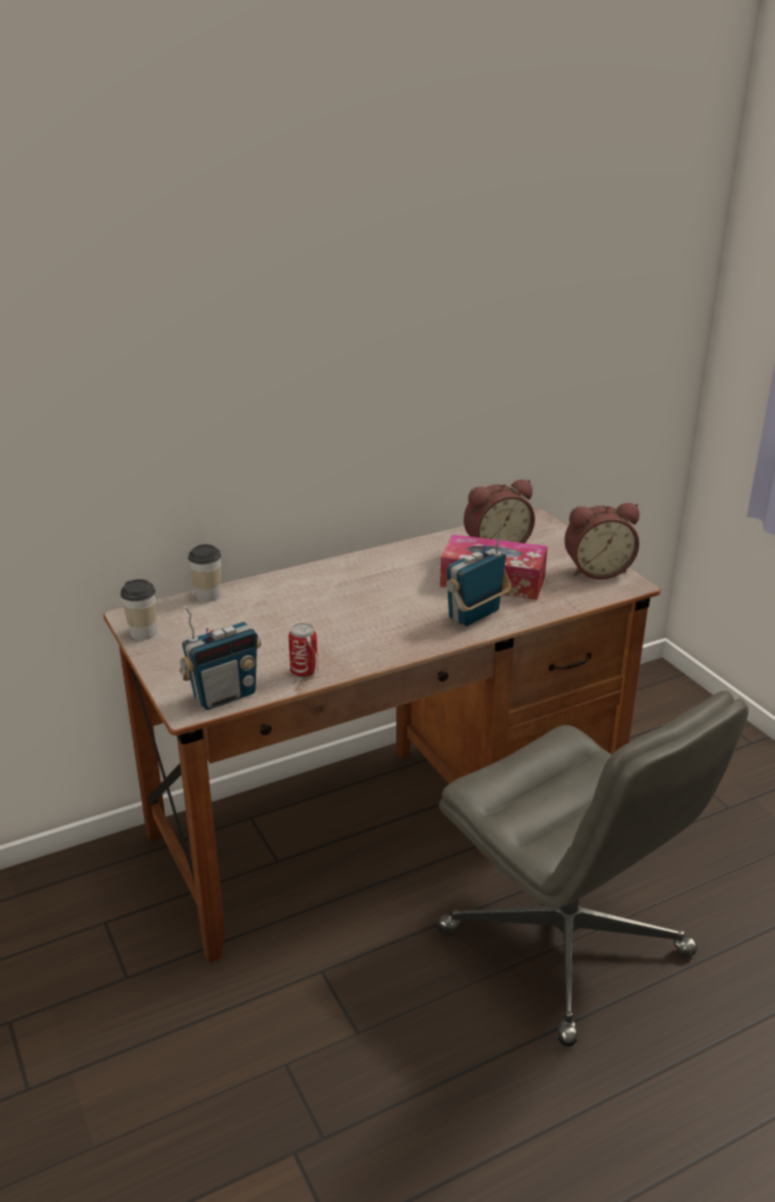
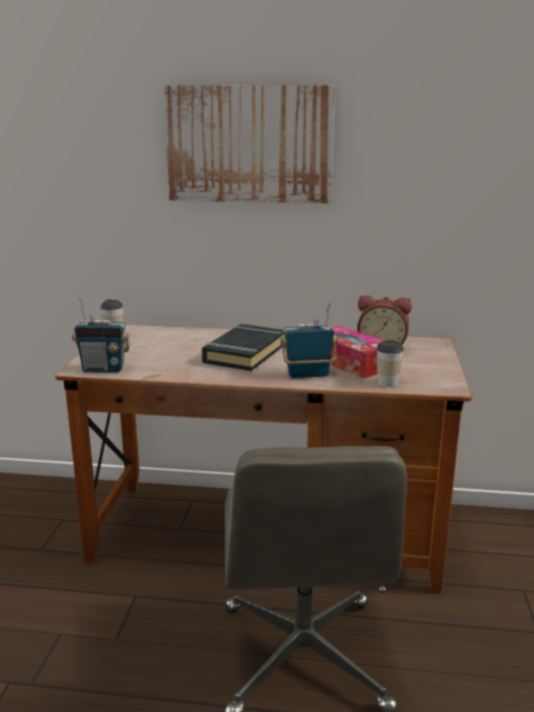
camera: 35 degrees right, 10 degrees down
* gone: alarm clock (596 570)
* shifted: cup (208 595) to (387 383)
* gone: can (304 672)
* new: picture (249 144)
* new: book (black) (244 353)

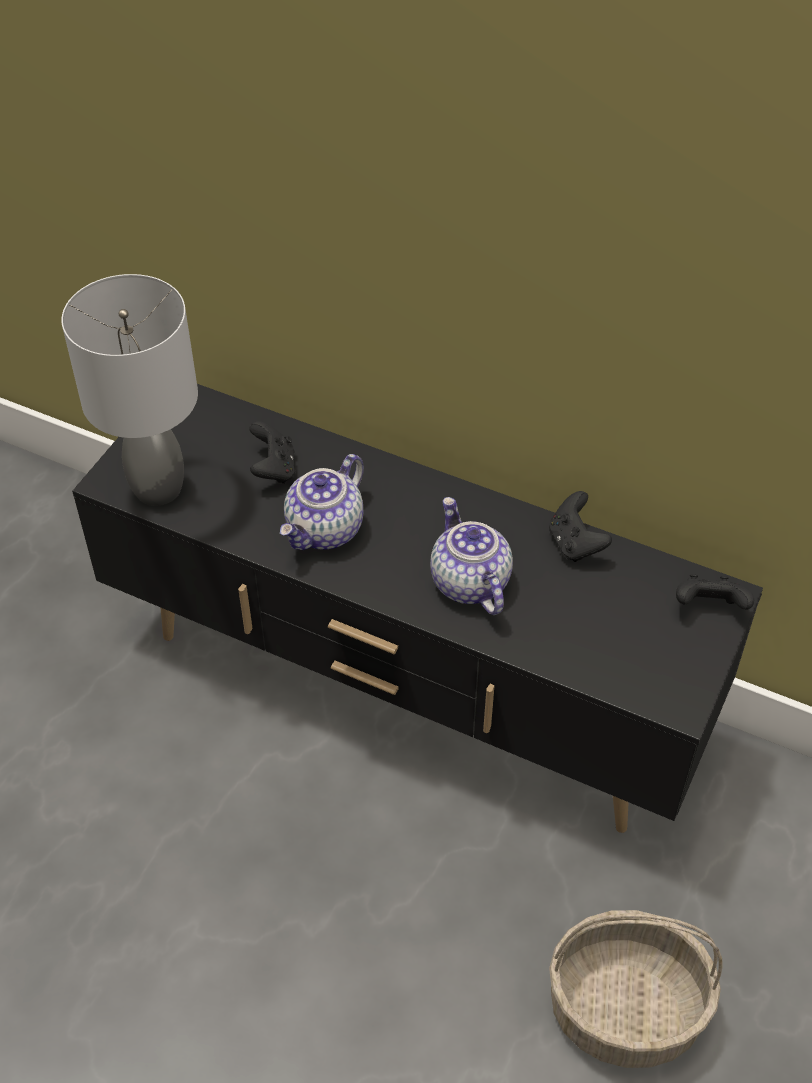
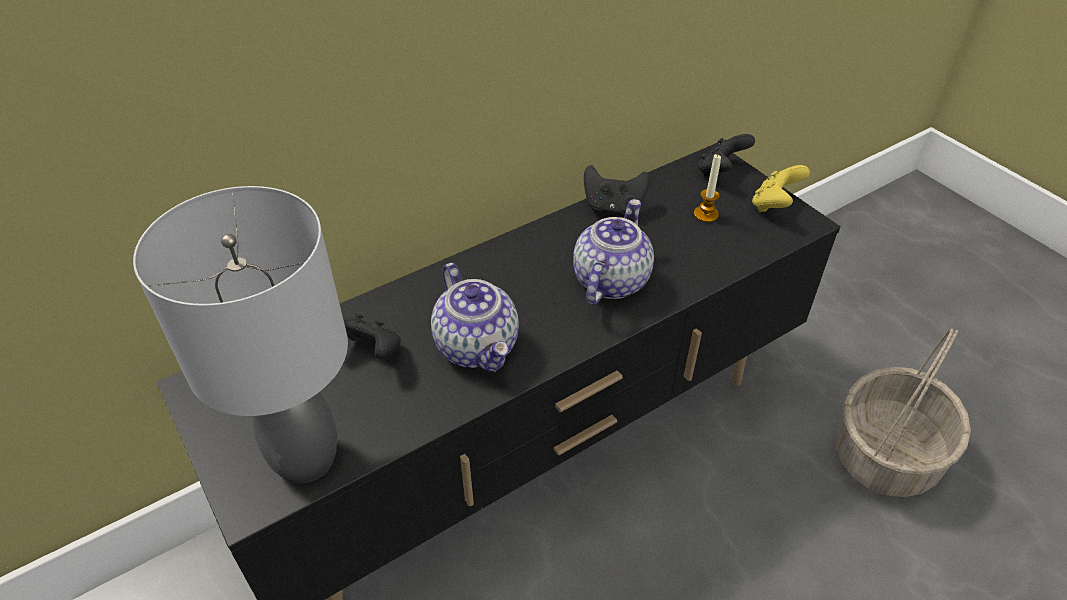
camera: 60 degrees left, 5 degrees down
* rotated: teapot (468 582) = (610 280) 105 degrees clockwise
* new: candle (706 214)
* new: game controller (yellow) (774 205)

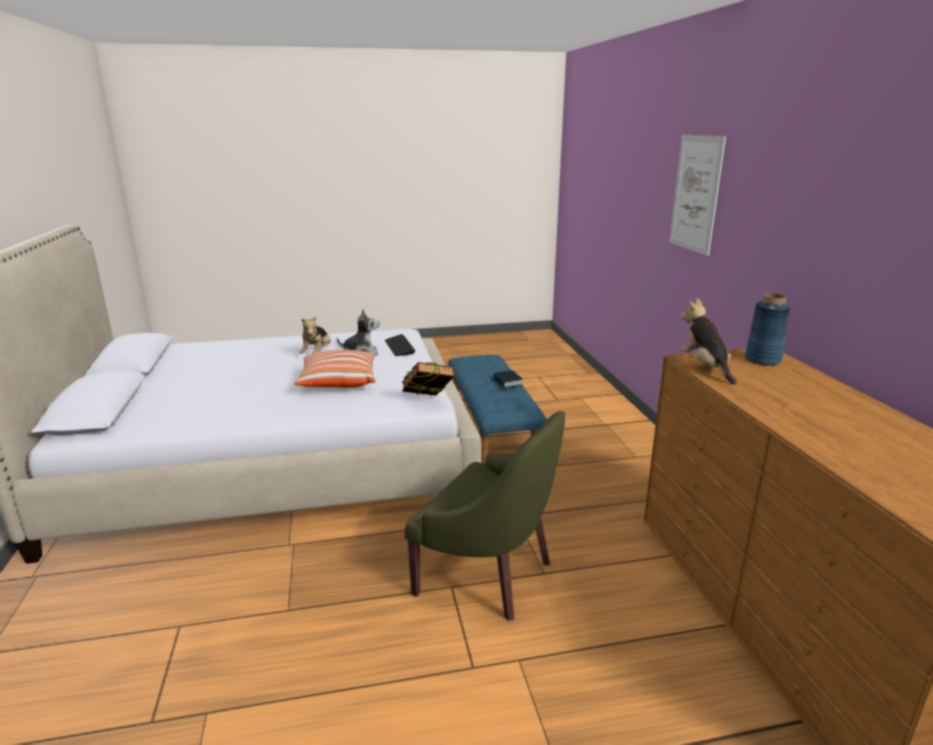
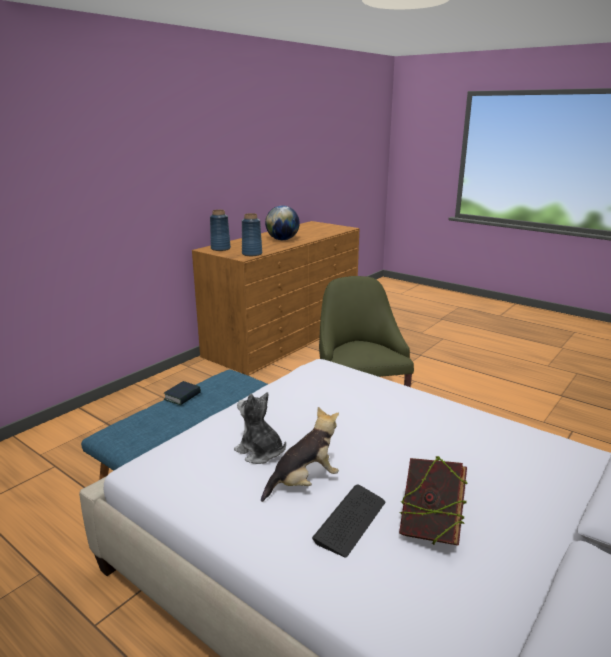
camera: 130 degrees left, 0 degrees up
* gone: picture (696 193)
* swapped: plush toy (705 367) to vase (blue) (252 254)
* shifted: keyboard (399 346) to (350 521)
* gone: pillow (338 382)
* shifted: book (428 402) to (430 529)
* new: globe (282 239)

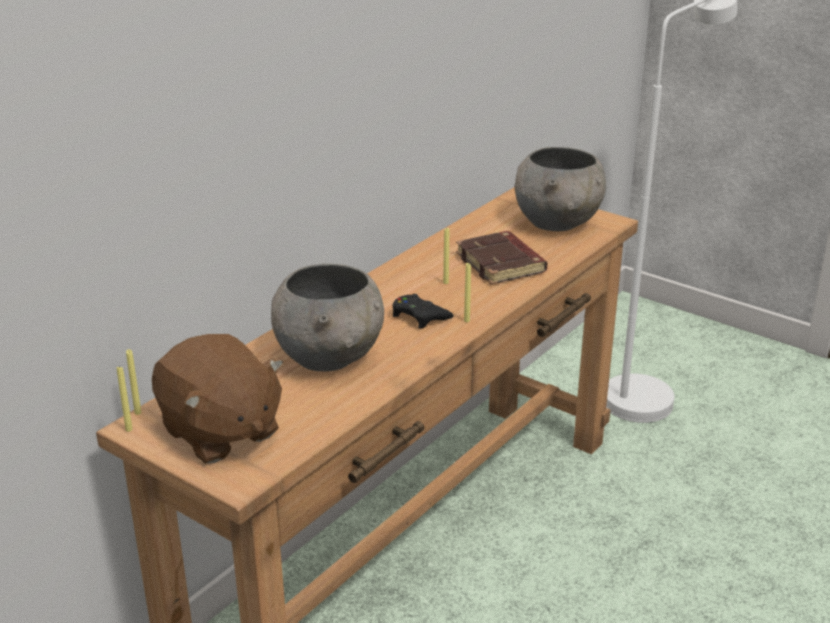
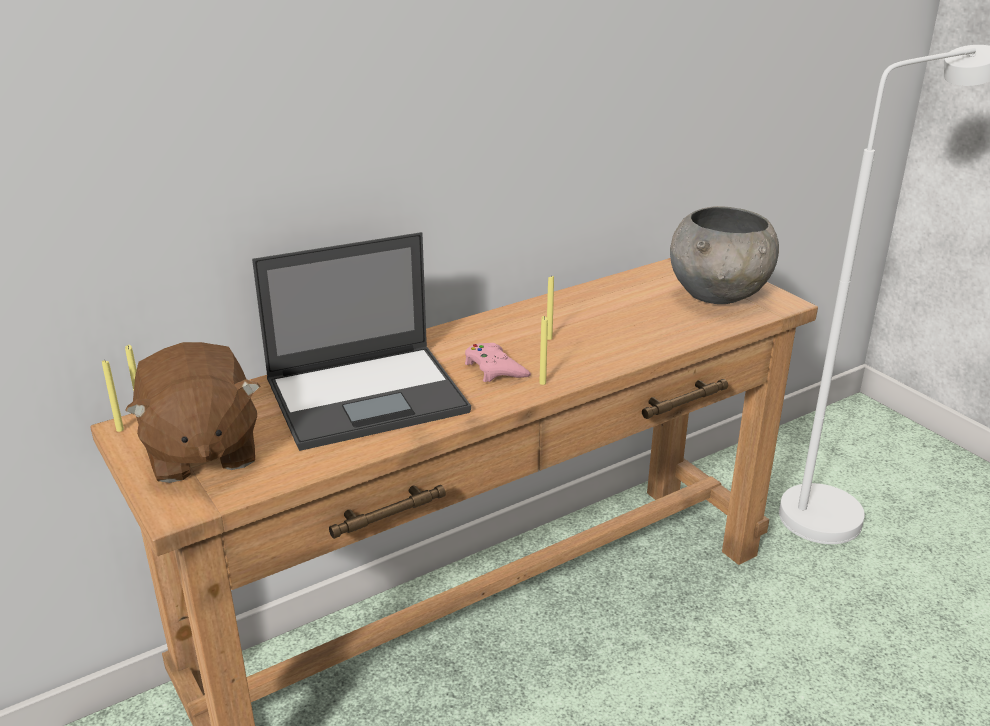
camera: 20 degrees right, 0 degrees up
* gone: book (brown) (502 264)
* swapped: bowl (grey) (330 358) to laptop (369 395)
* repainted: game controller (black) (419 316) to game controller (pink) (495 369)

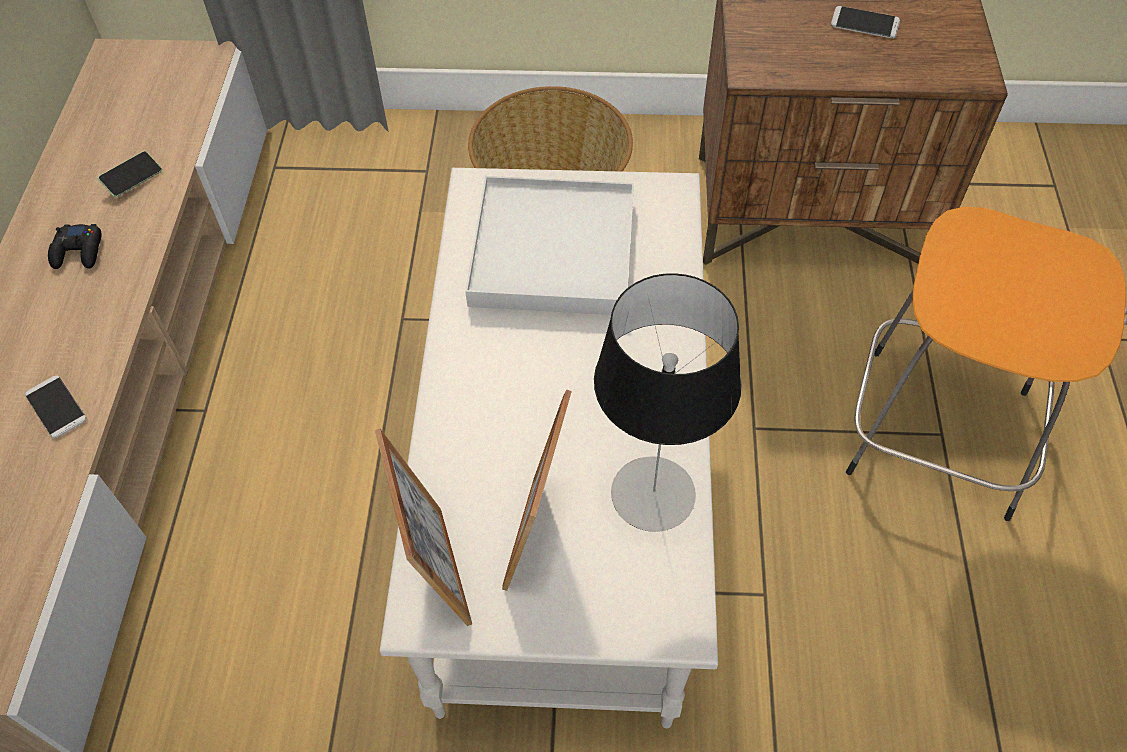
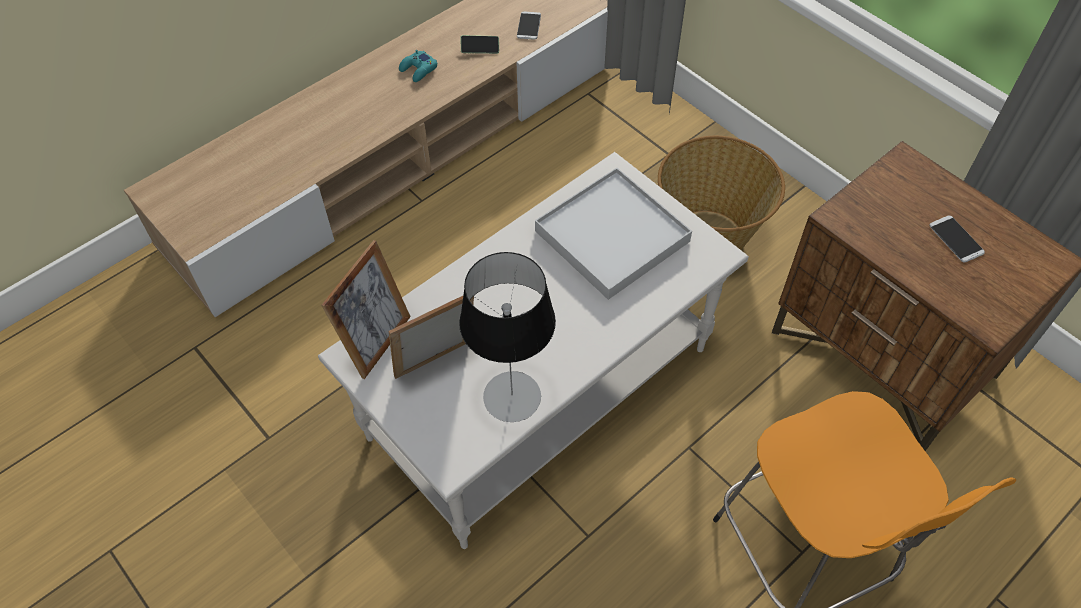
camera: 45 degrees right, 0 degrees up
* repainted: game controller (black) (79 252) to game controller (turquoise) (418 70)
* shifted: phone (56 407) to (529 26)

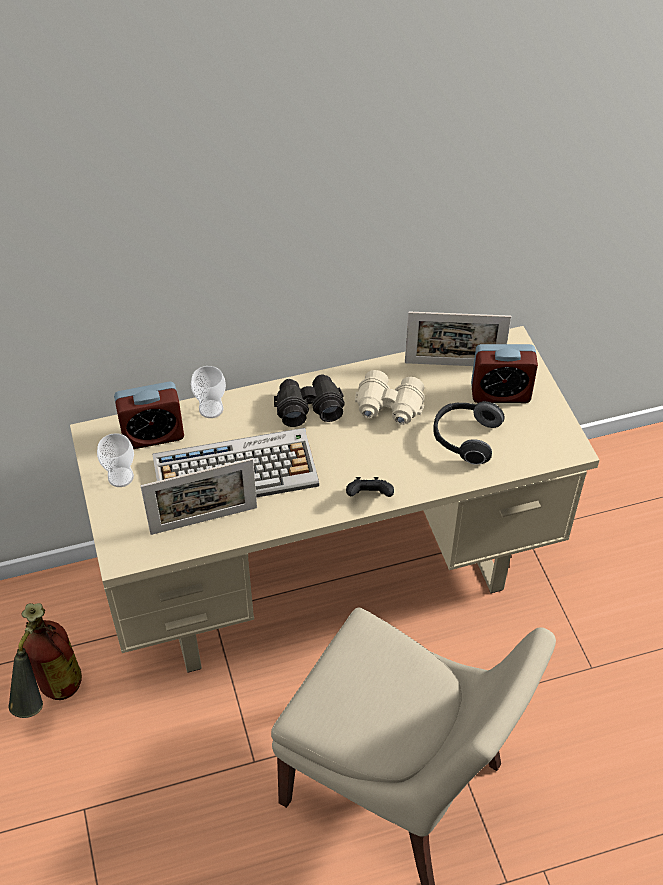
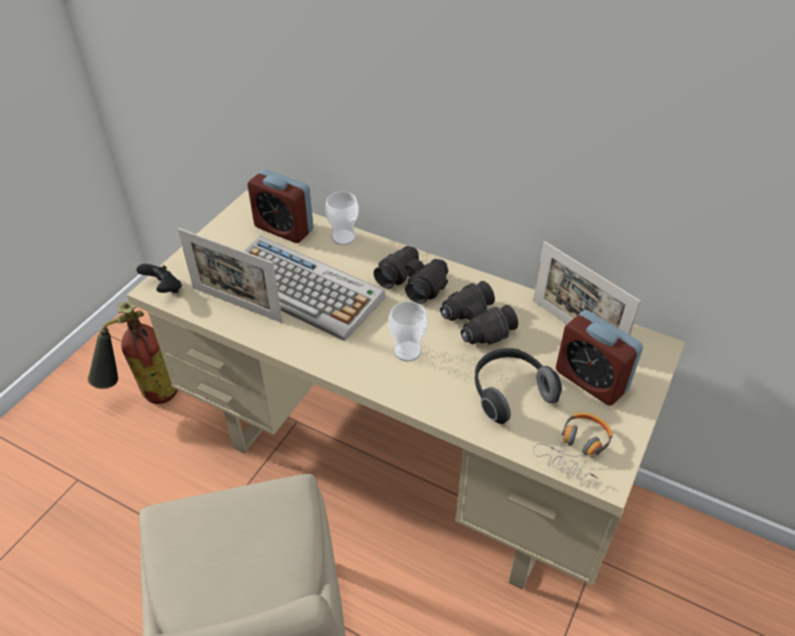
camera: 45 degrees right, 5 degrees down
* repainted: binoculars (beige) (389 408) to binoculars (black) (475 325)
* shifted: cup (120 477) to (407 351)
* shifted: game controller (black) (369 496) to (164 289)
* new: headphones (576 450)

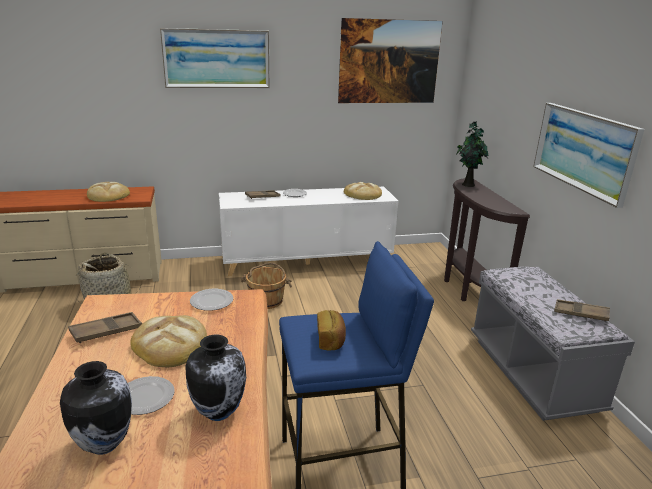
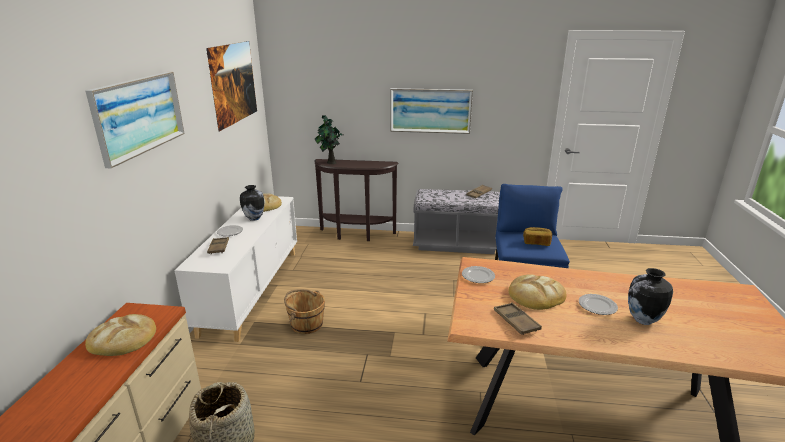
camera: 70 degrees left, 0 degrees up
* shifted: vase (219 412) to (254 218)

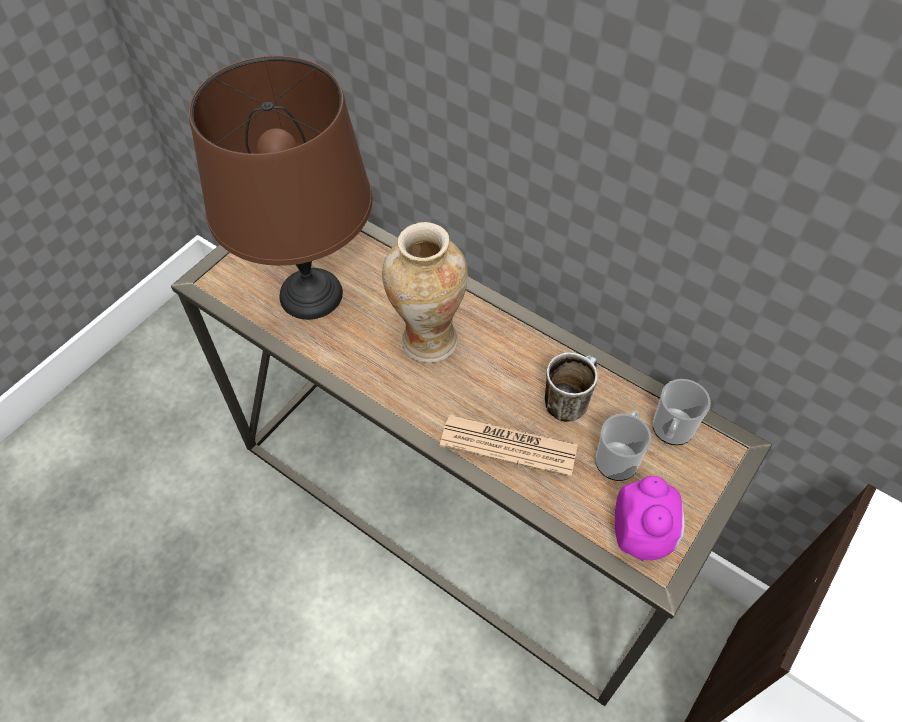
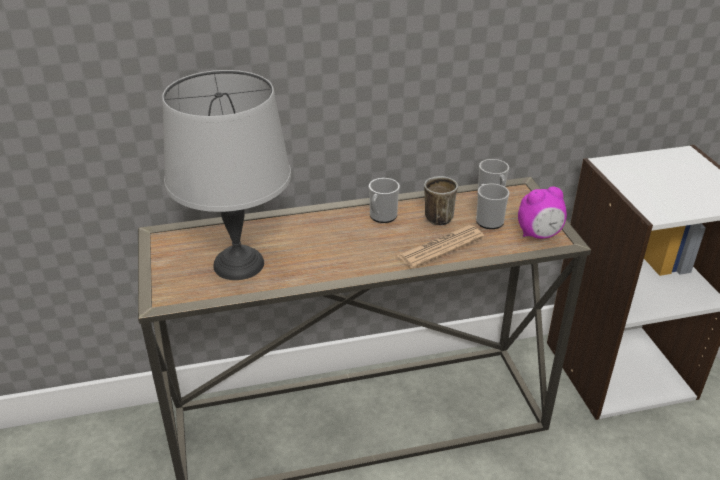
camera: 50 degrees left, 20 degrees down
* repainted: table lamp (brown) (312 293) to table lamp (grey) (238 263)
* gone: vase (428 339)
* rotated: alarm clock (641 535) = (539 235) 120 degrees clockwise
* new: mug (381 217)

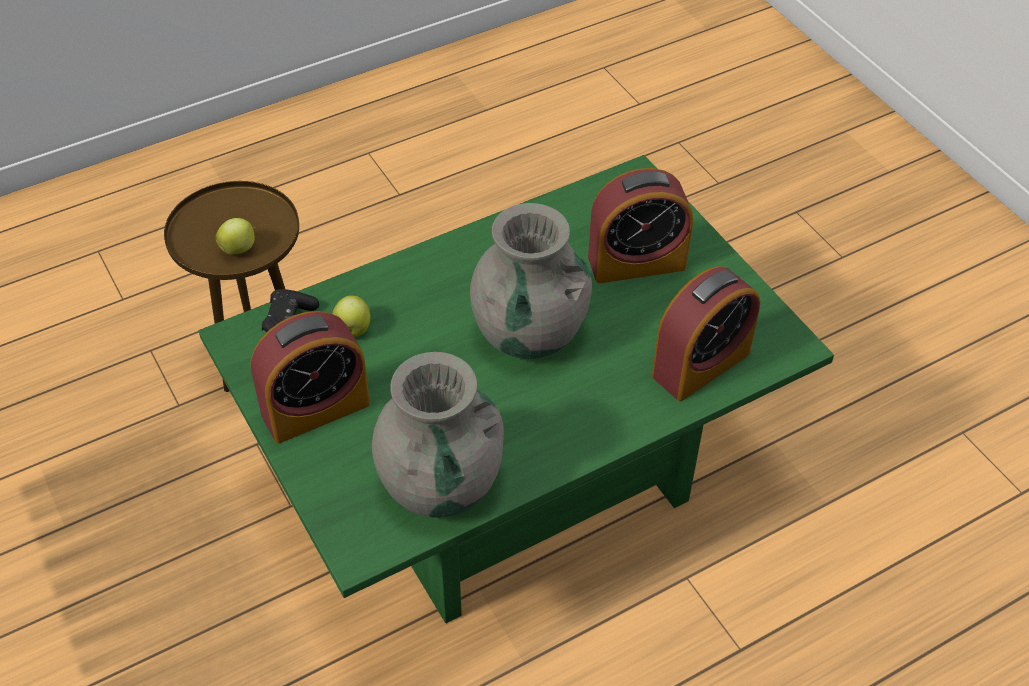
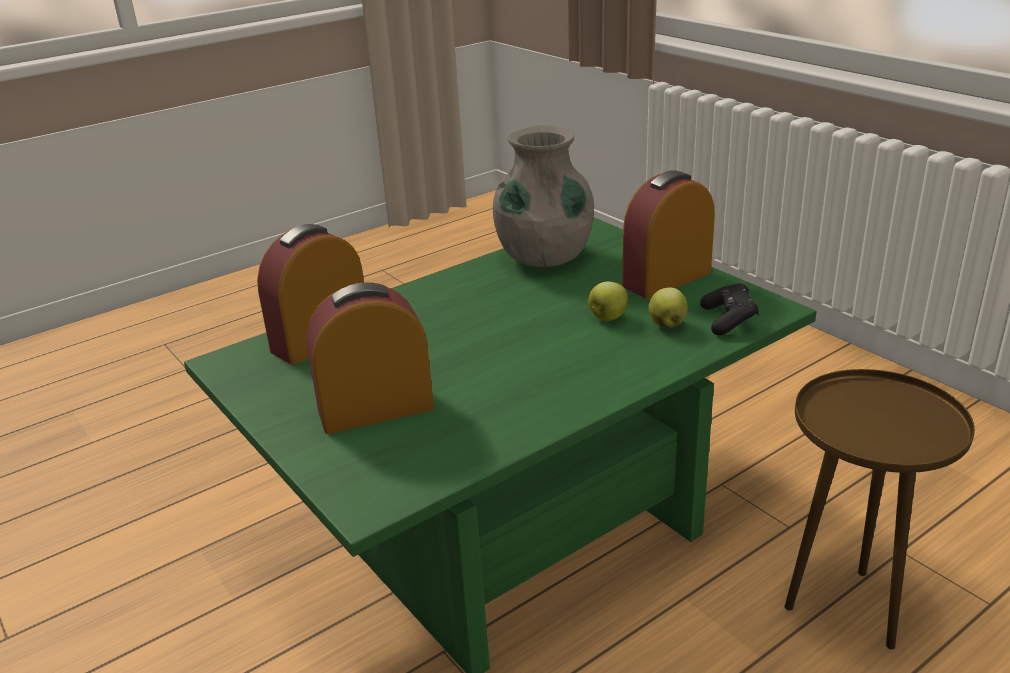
camera: 175 degrees right, 20 degrees down
* gone: vase (grey) (529 333)
* shifted: apple (239 248) to (607 318)

